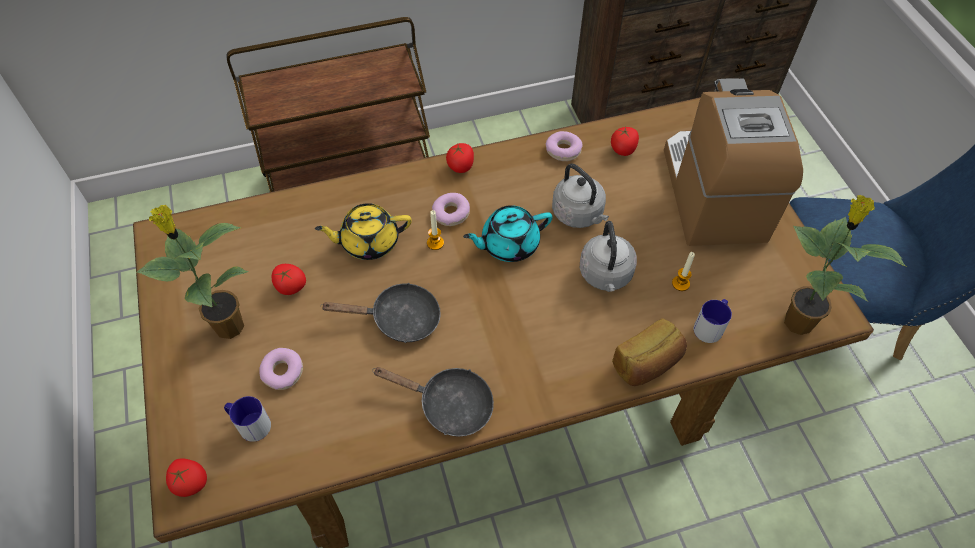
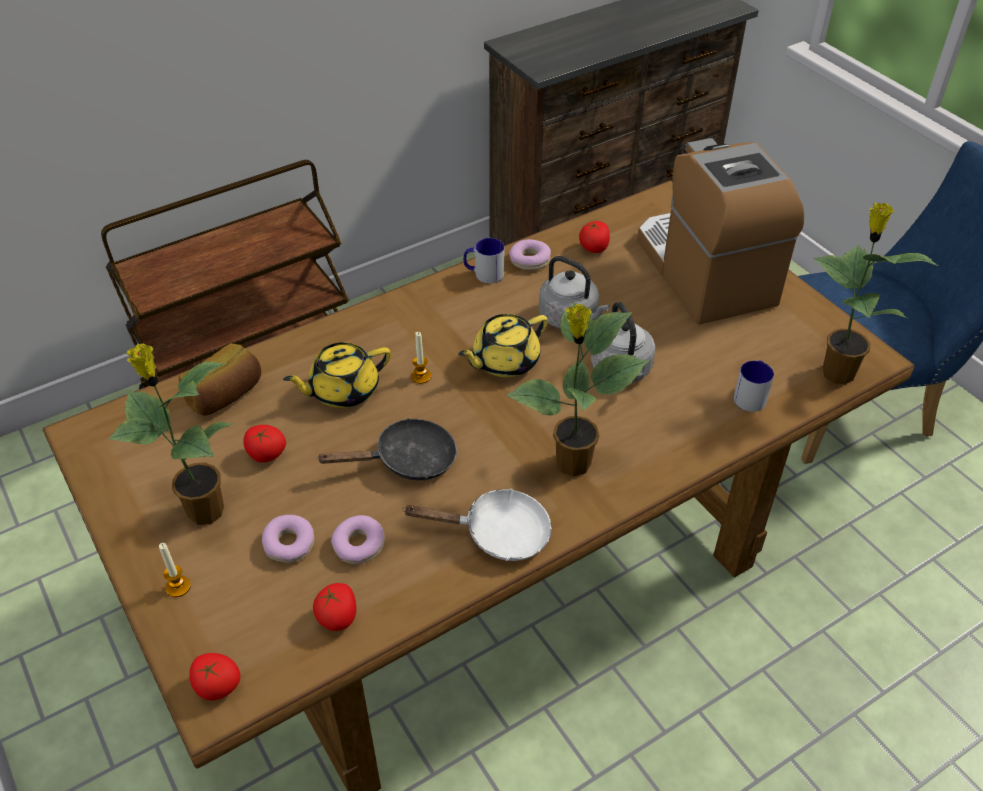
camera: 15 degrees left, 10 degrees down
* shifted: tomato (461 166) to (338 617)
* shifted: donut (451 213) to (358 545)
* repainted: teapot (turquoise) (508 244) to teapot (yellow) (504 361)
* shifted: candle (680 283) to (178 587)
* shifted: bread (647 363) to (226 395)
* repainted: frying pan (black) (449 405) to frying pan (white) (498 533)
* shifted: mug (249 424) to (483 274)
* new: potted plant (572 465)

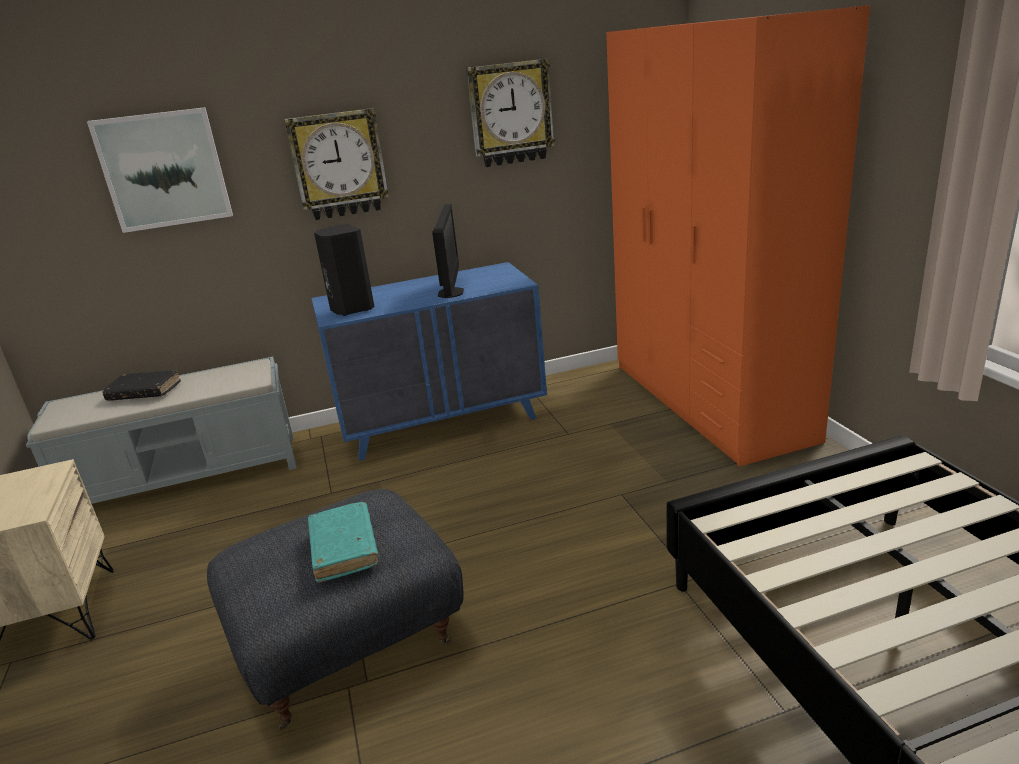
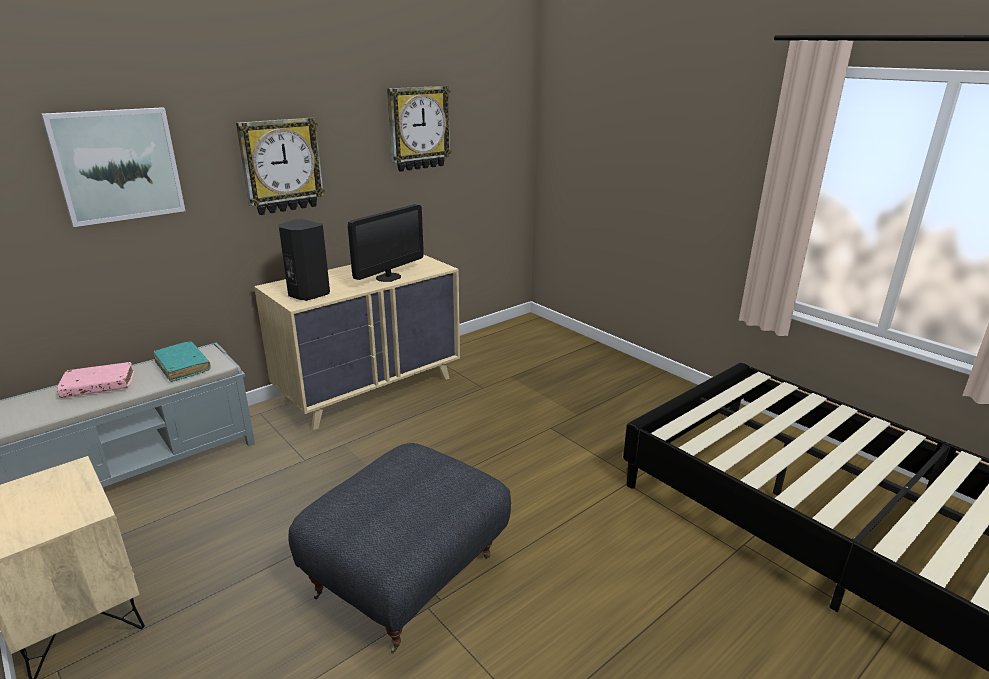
camera: 25 degrees left, 0 degrees up
* gone: wardrobe (orange) (708 401)
* rotated: monitor (450 292) = (388 277) 60 degrees clockwise
* repainted: dresser (blue) (443 422) to dresser (beige) (370 389)
* repainted: book (black) (144 392) to book (pink) (98 386)
* shifted: book (turquoise) (344 549) to (183 367)

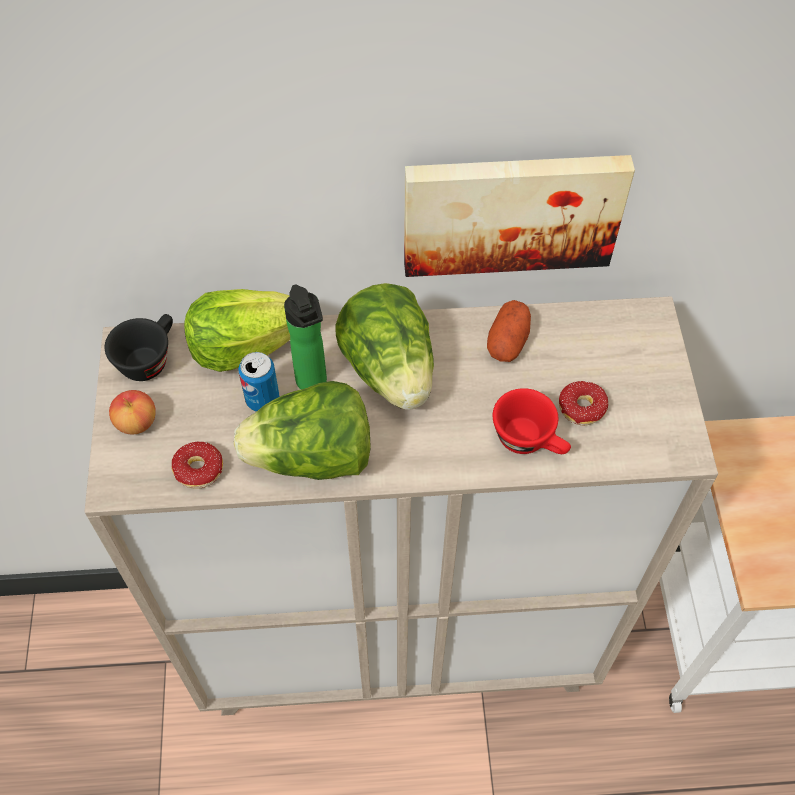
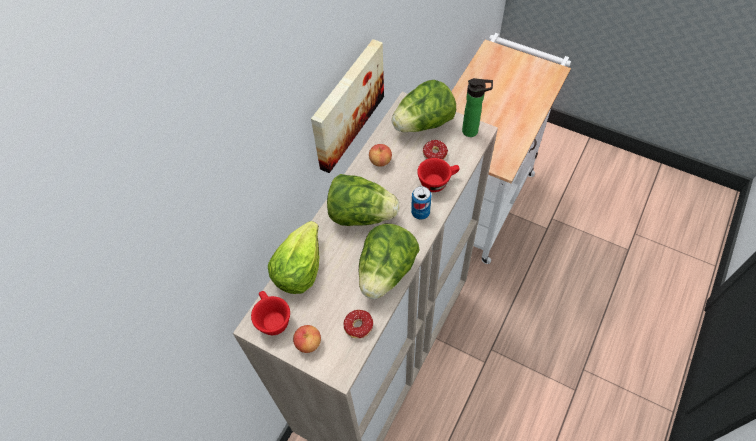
camera: 55 degrees left, 0 degrees up
* shifted: bottle (313 384) to (472 131)
* swapped: potato (507 342) to apple (380 161)
* repainted: cup (black) (149 358) to cup (red) (272 319)
* shifted: can (262 399) to (420 212)
* new: lettuce (423 124)

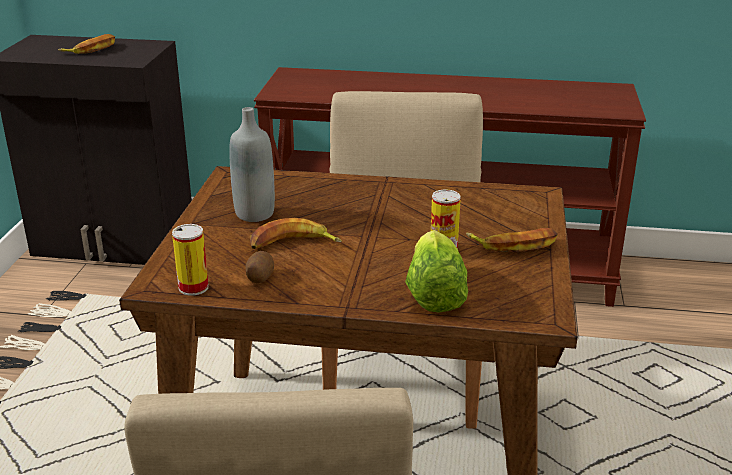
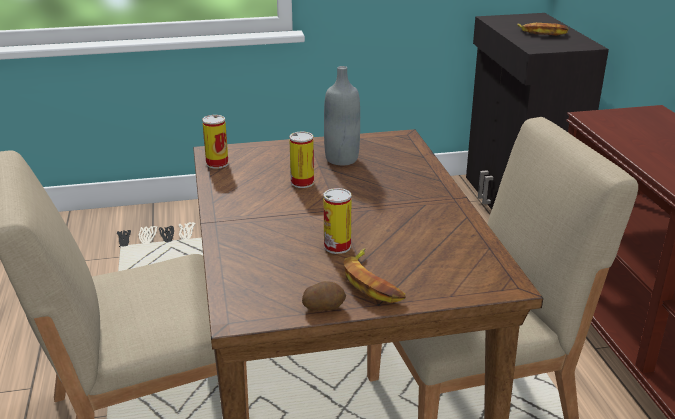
camera: 70 degrees right, 0 degrees up
* swapped: banana (293 244) to can (302 182)
* gone: lettuce (434 293)
* shifted: potato (259 277) to (323 306)

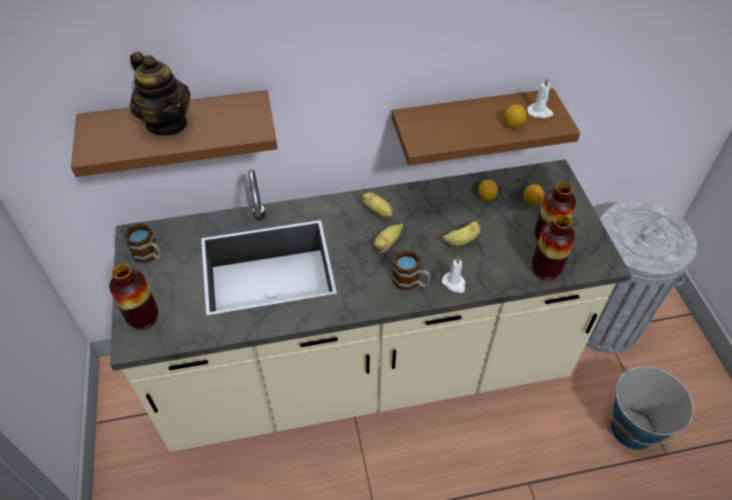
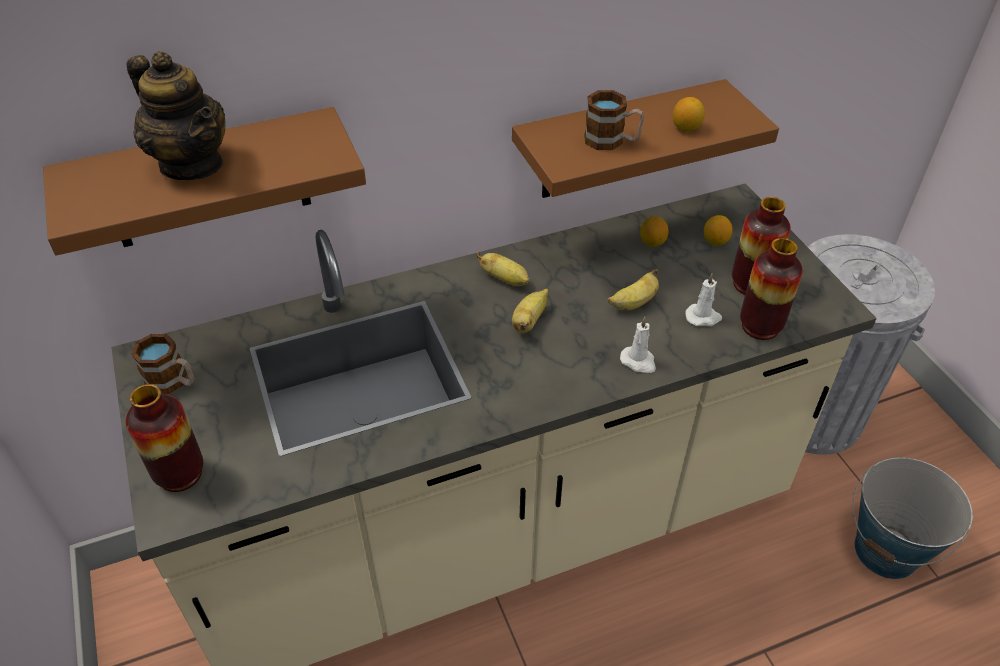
camera: 10 degrees left, 5 degrees down
* shifted: candle (white) (540 112) to (703 317)
* shifted: mug (411 282) to (611 141)

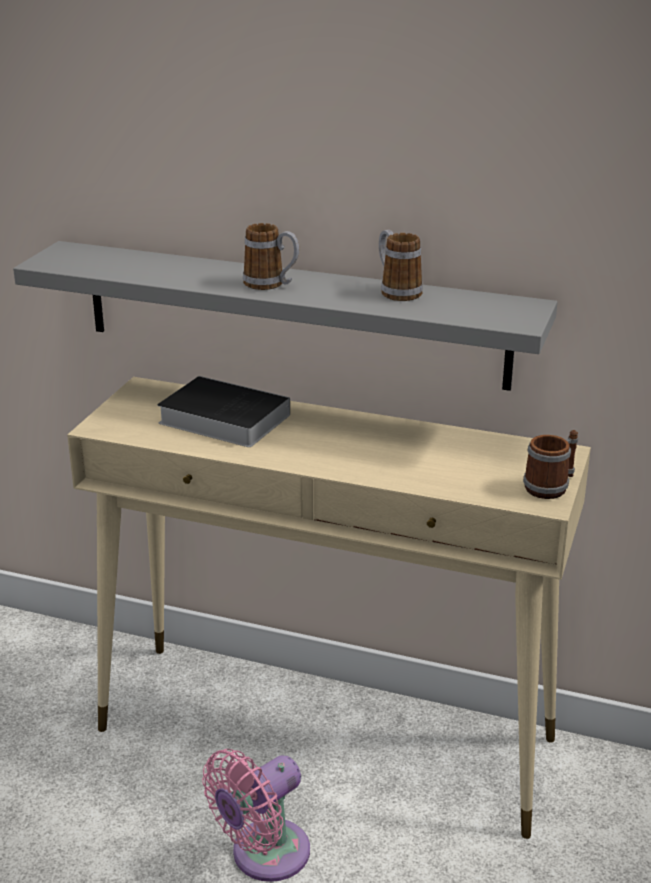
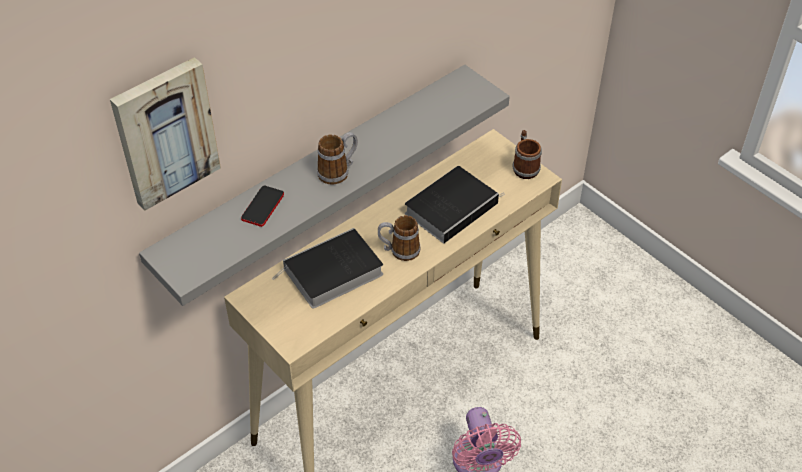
camera: 60 degrees left, 20 degrees up
* shifted: mug (396 291) to (399 250)
* new: picture (165 132)
* new: book (452 206)
* new: phone (263 207)

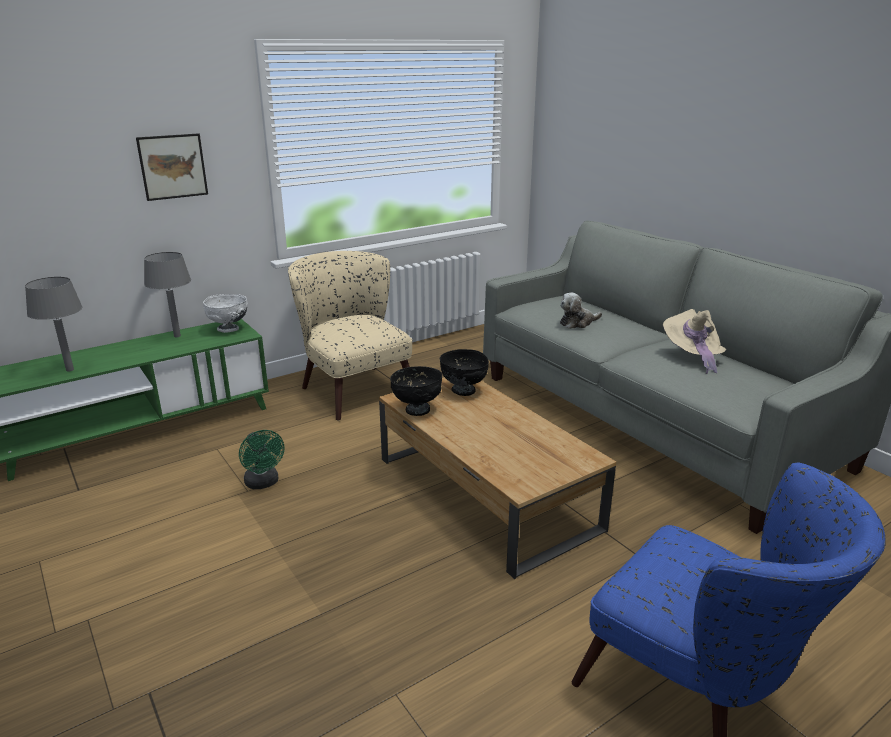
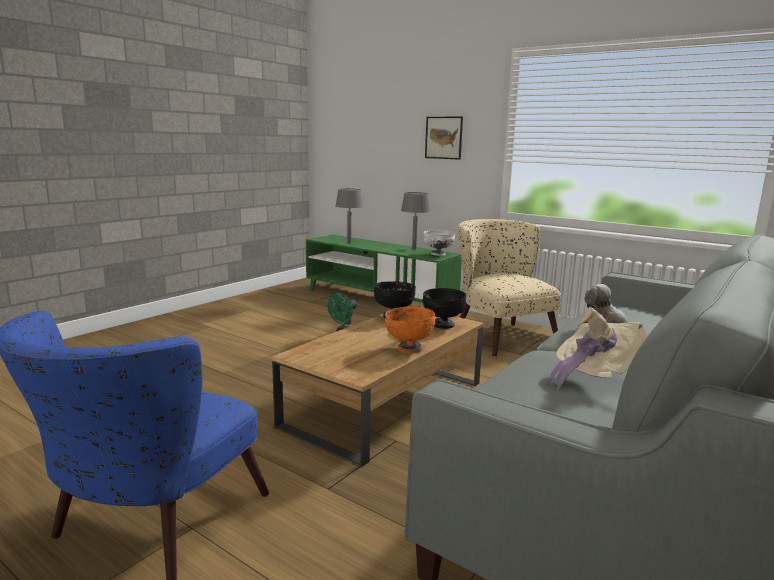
camera: 70 degrees right, 10 degrees down
* rotated: armchair (beige) (353 387) = (499 335) 60 degrees counterclockwise
* new: bowl (orange) (409 349)

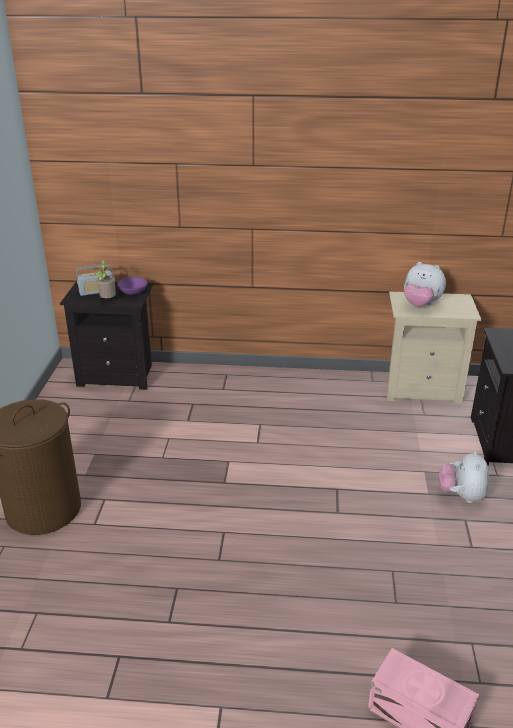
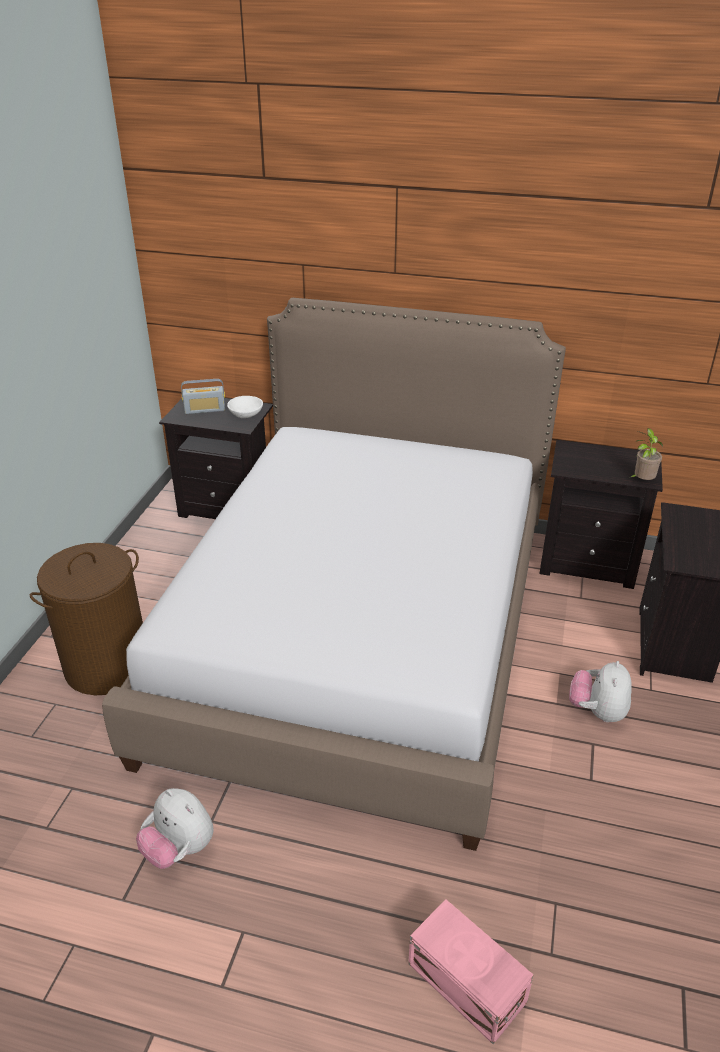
camera: 10 degrees right, 5 degrees up
* shifted: potted plant (107 301) to (641 481)
* shifted: plush toy (421 305) to (179 849)
* repainted: bowl (purple) (133 292) to bowl (white) (245 415)
* repainted: nightstand (beige) (422 389) to nightstand (black) (588 562)
* new: bed (360 636)

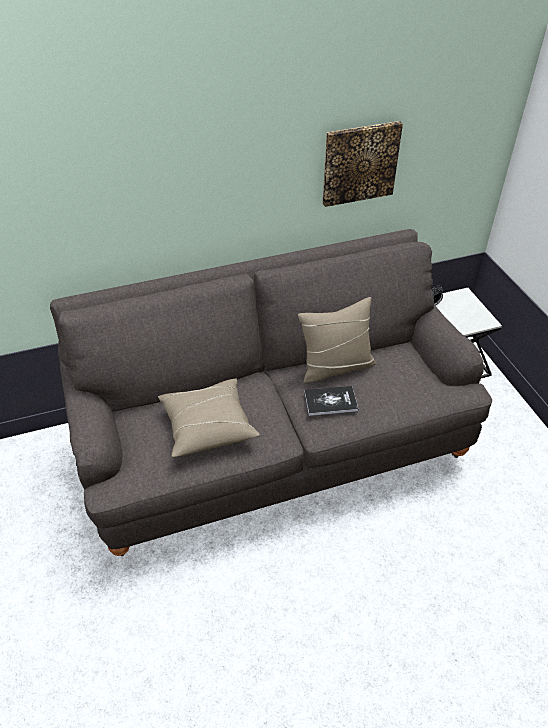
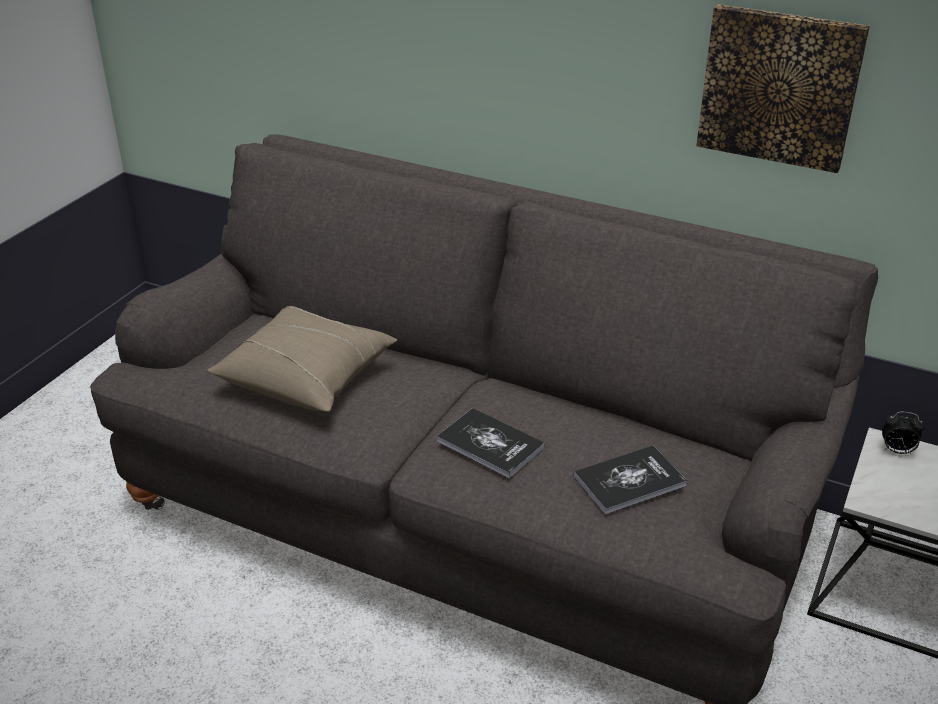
camera: 45 degrees right, 10 degrees down
* gone: pillow (beige) (336 367)
* new: book (629 481)

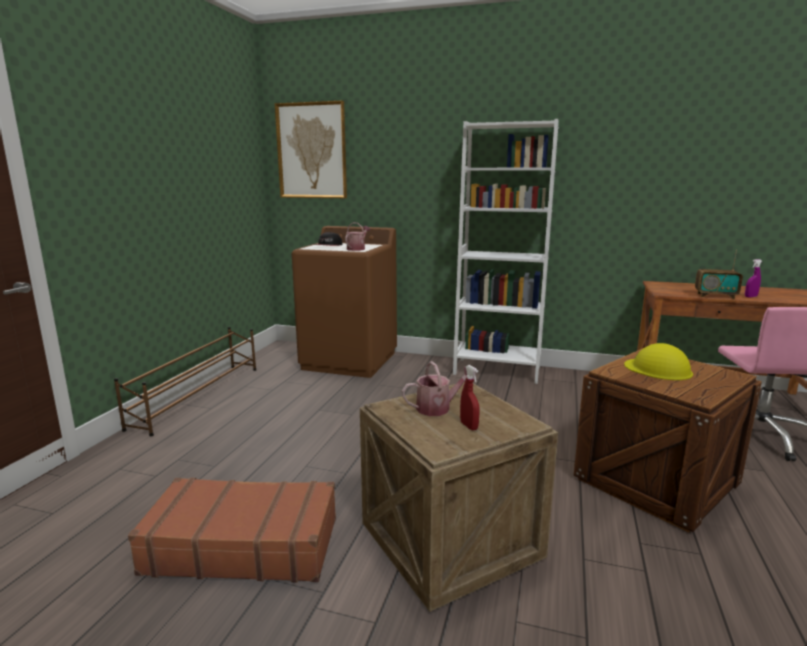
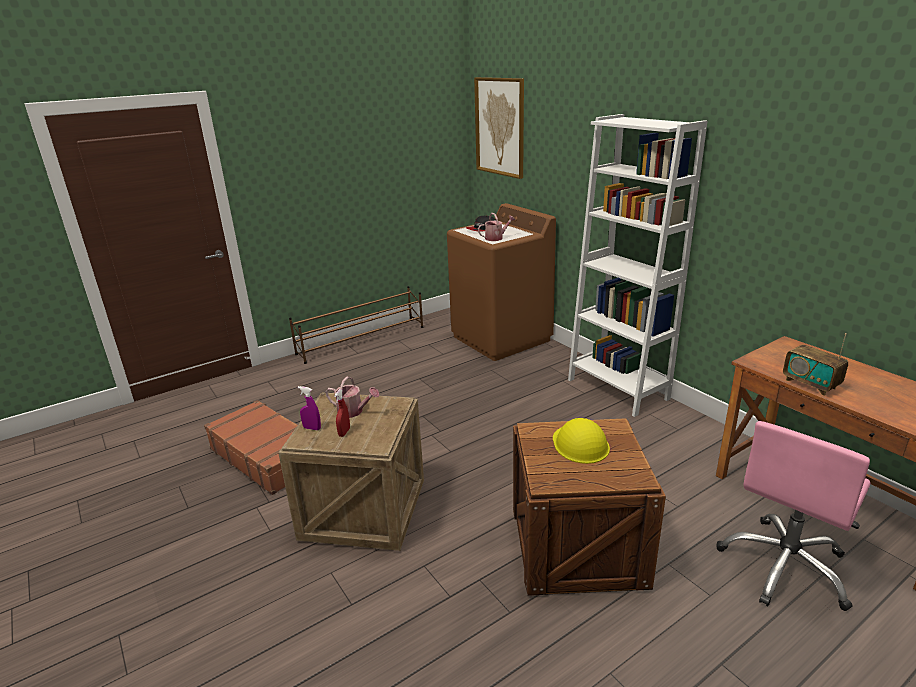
camera: 40 degrees right, 10 degrees up
* shifted: spray bottle (purple) (750 296) to (312 428)

